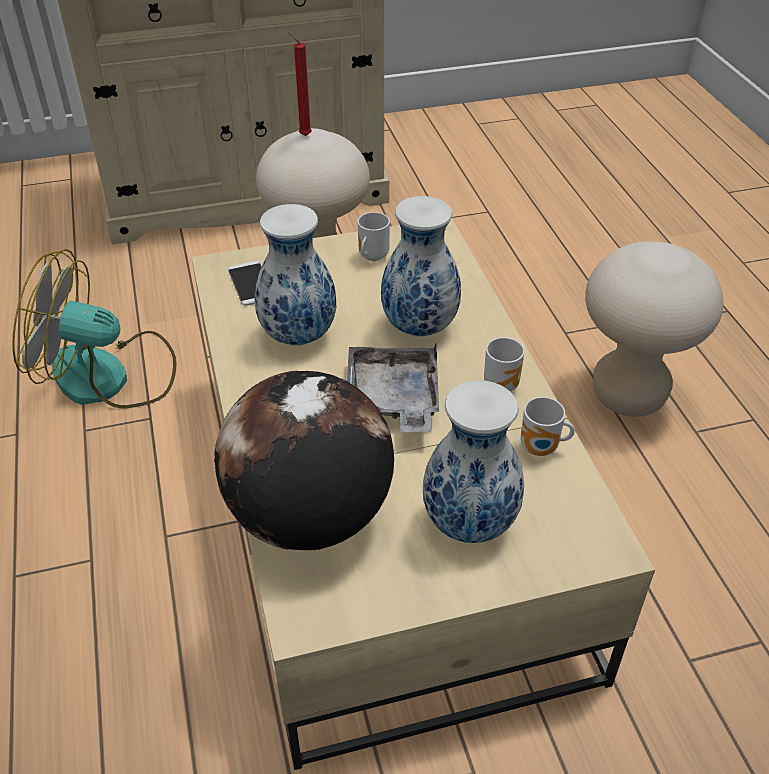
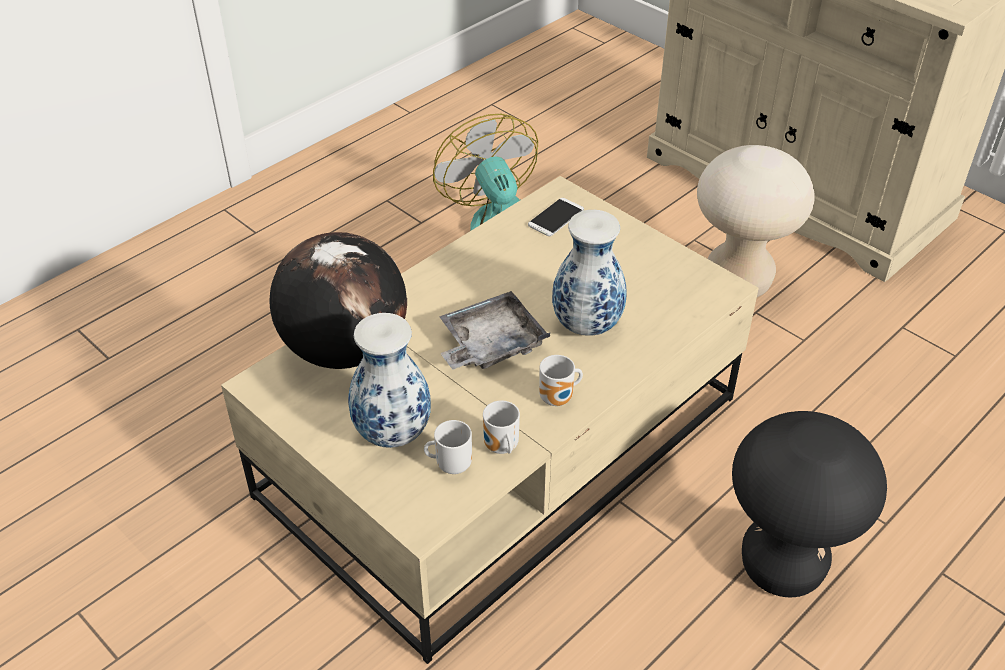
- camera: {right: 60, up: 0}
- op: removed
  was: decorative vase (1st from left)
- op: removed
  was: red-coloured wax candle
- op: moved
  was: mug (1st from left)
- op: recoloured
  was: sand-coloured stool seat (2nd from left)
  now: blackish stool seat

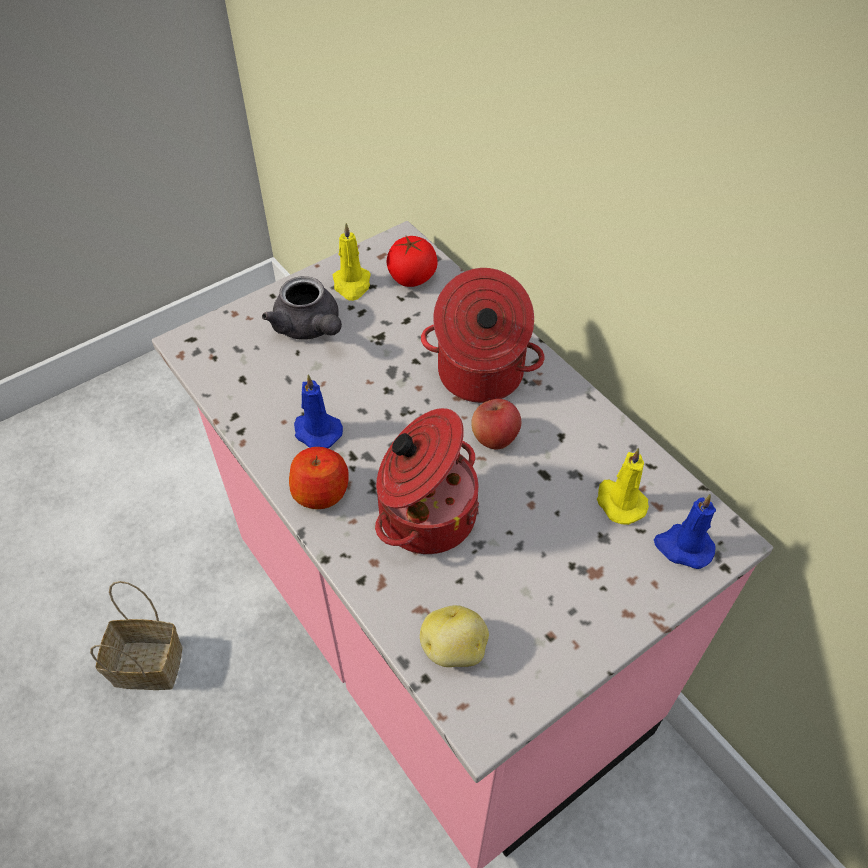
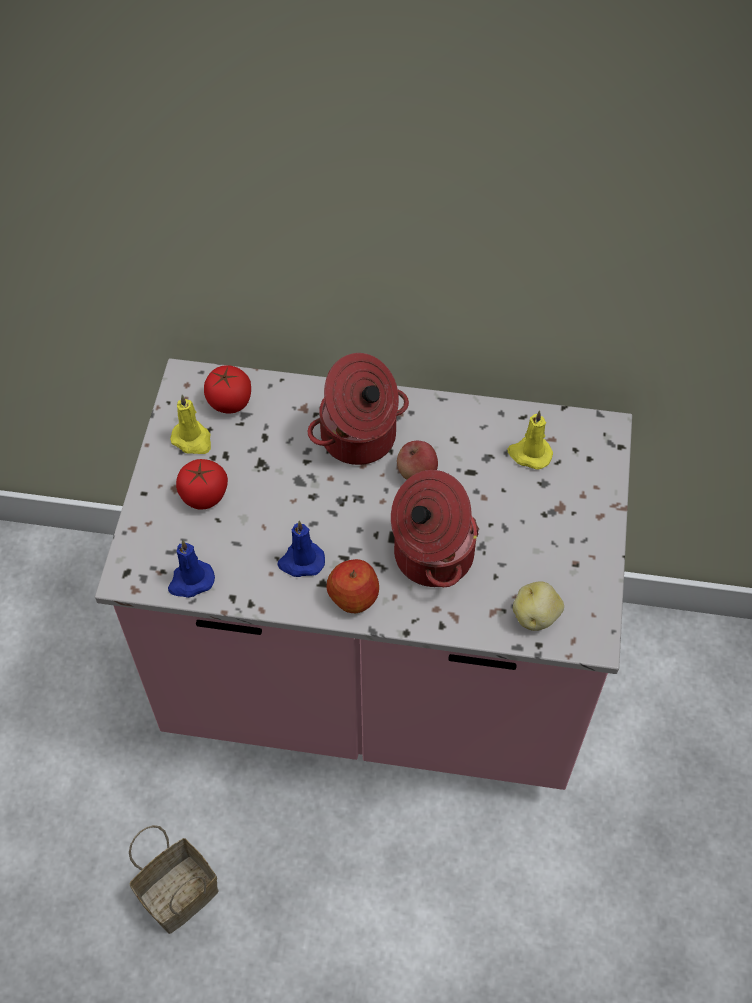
- camera: {right: -45, up: 5}
- op: moved
  was: bluish wax candle (2nd from left in the first image)
  now: bluish wax candle (1st from left)
- op: replaced
  was: greyish pot for tea
  now: whole tomato (1st from left)

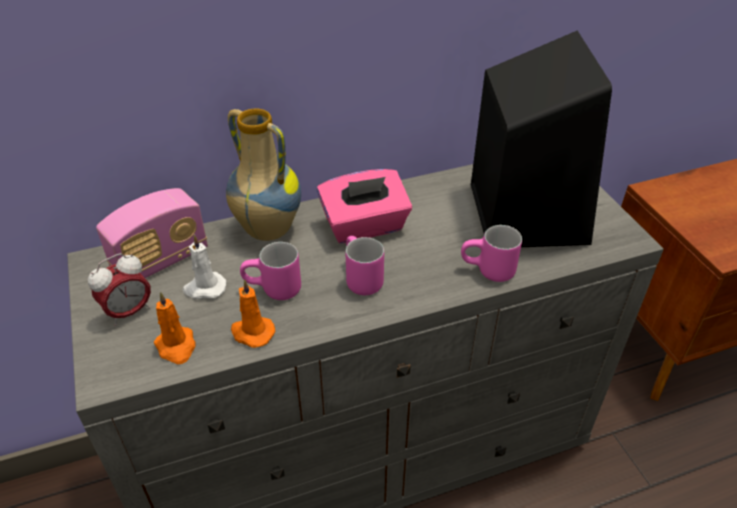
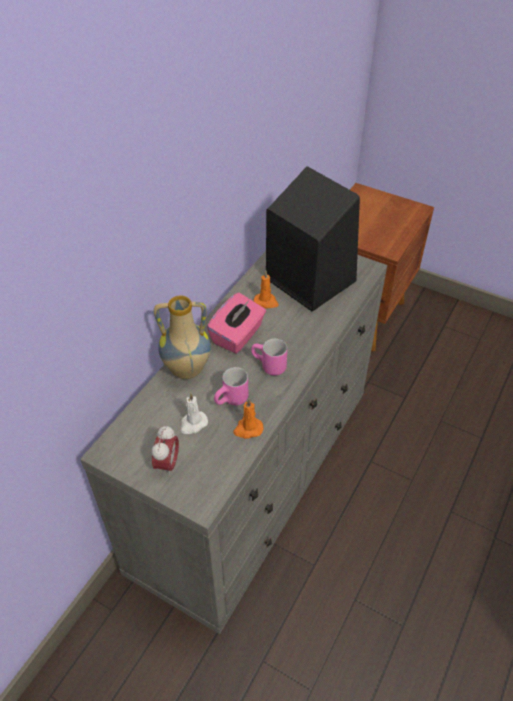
- camera: {right: -40, up: 5}
- op: removed
  was: radio receiver
- op: removed
  was: pink-coloured mug (3rd from left)
- op: moved
  was: orangey wax candle (1st from left in the first image)
  now: orangey wax candle (2nd from left)

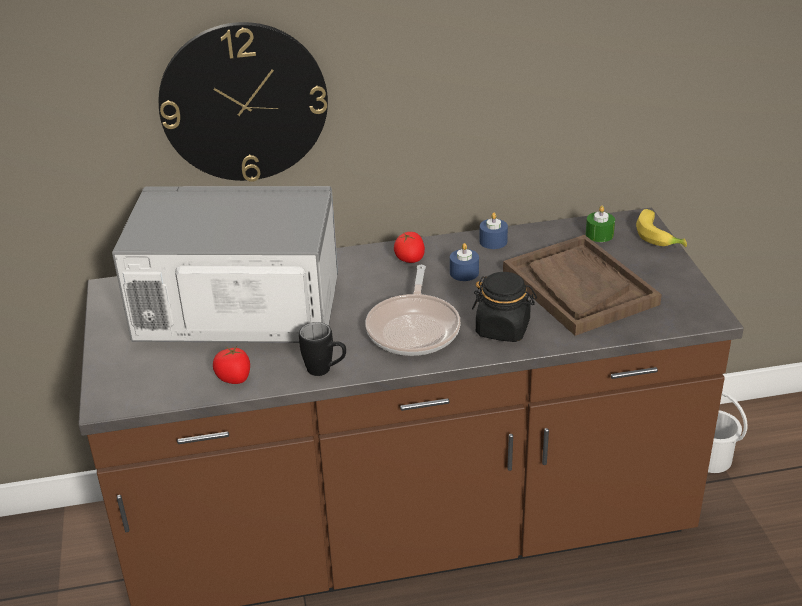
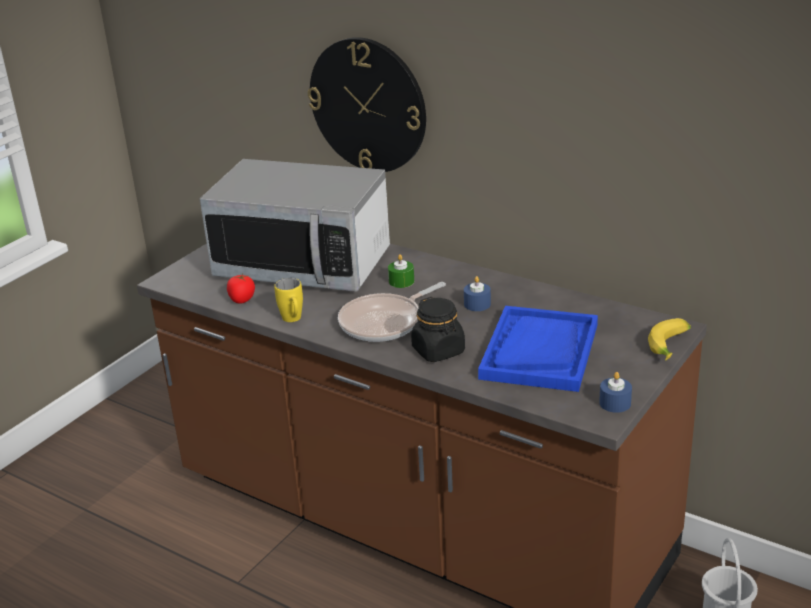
- camera: {right: 45, up: -5}
- op: removed
  was: whole tomato (2nd from left)
- op: moved
  was: bluish wax candle (2nd from left)
- op: moved
  was: green-coloured wax candle
- op: recoloured
  was: blackish mug
  now: yellow mug
- op: recoloured
  was: brown tray
  now: bluish tray
- op: turned
  was: microwave oven
  clockwise: 150

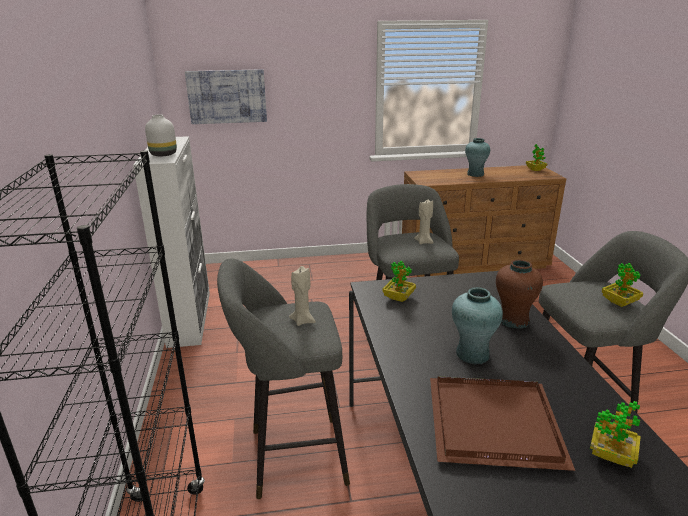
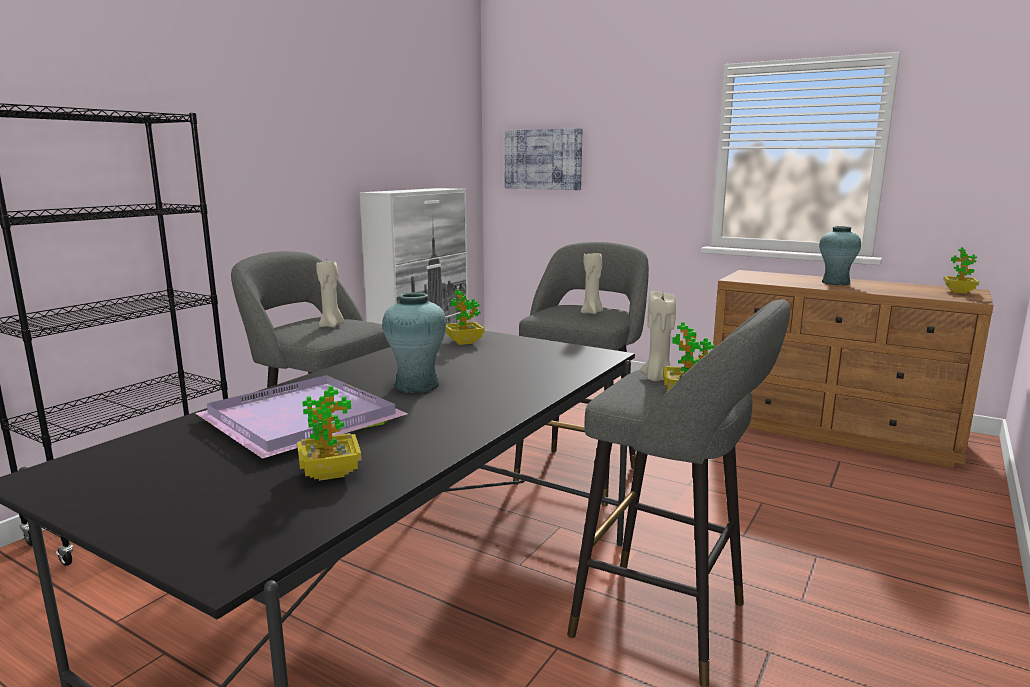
- camera: {right: 40, up: -10}
- op: removed
  was: whitish decorative vase
- op: removed
  was: brown decorative vase
- op: added
  now: sand-coloured wax candle (3rd from left)
- op: recoloured
  was: brown tray
  now: purple tray

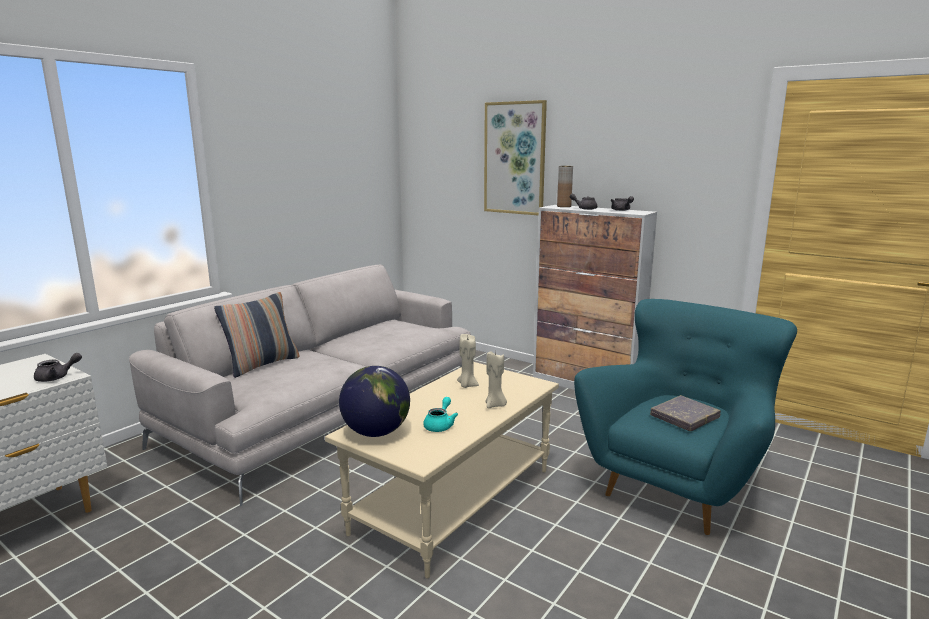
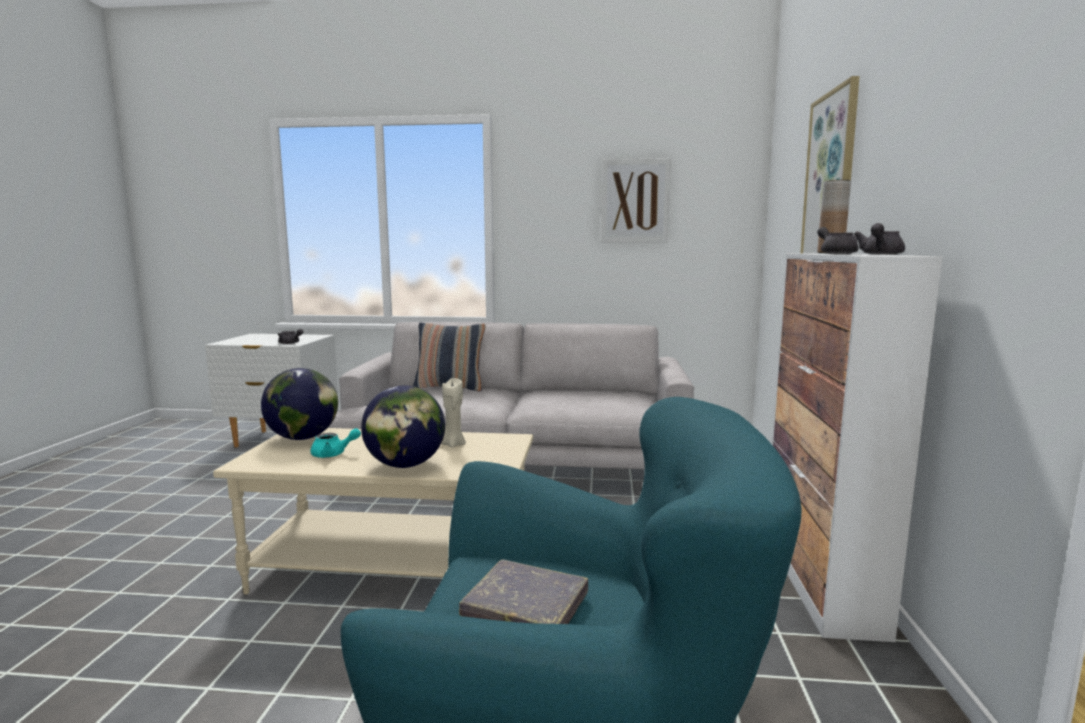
- camera: {right: 60, up: -5}
- op: added
  now: wall picture (1st from left)
- op: replaced
  was: sand-coloured wax candle (2nd from left)
  now: globe (2nd from left)

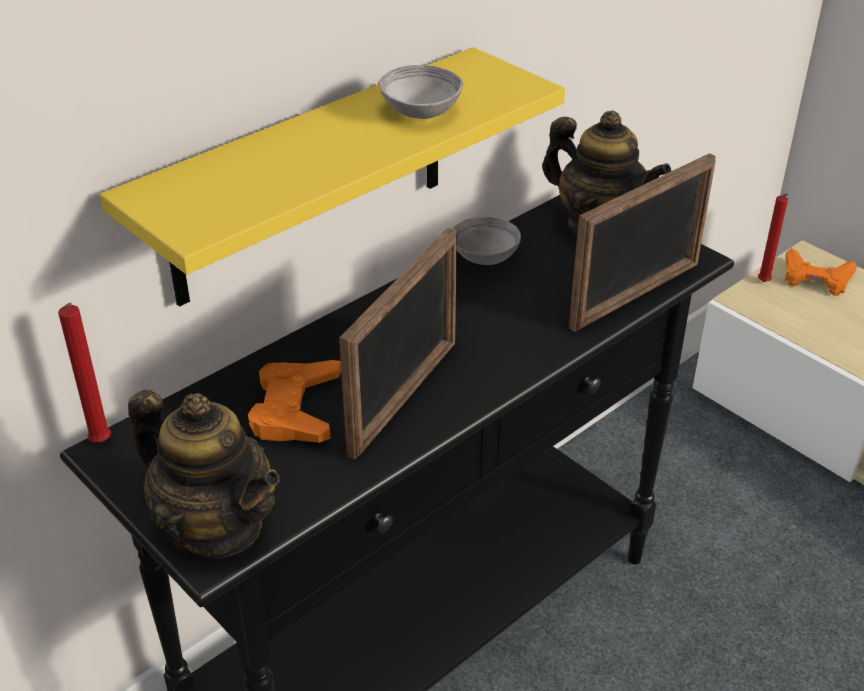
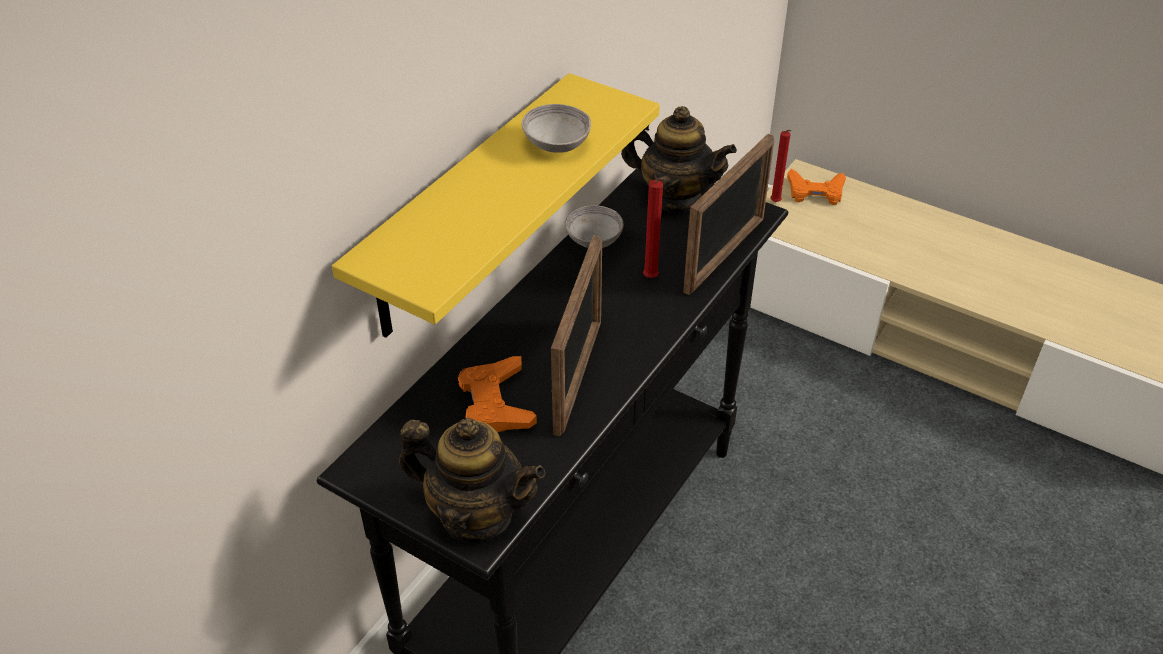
- camera: {right: -15, up: 5}
- op: moved
  was: red-coloured wax candle (1st from left)

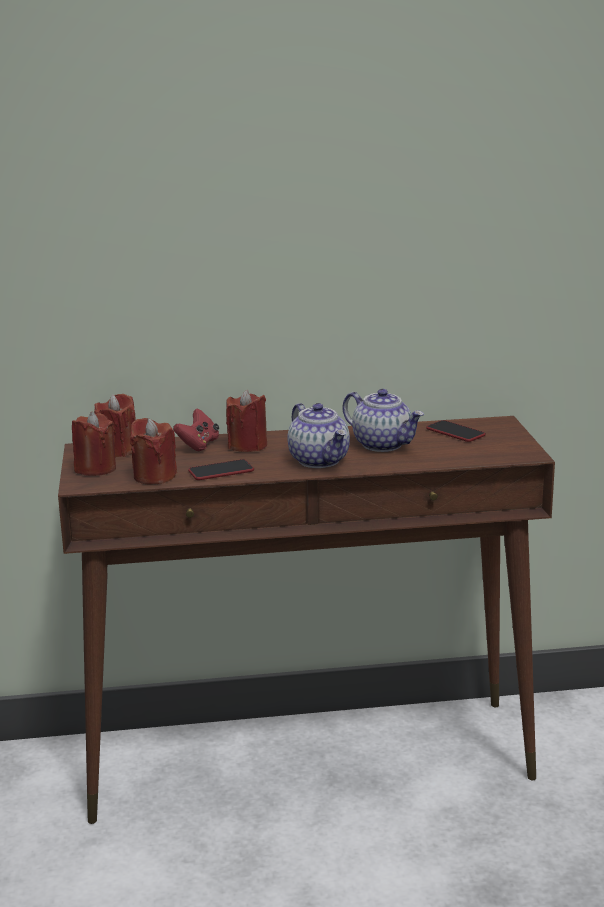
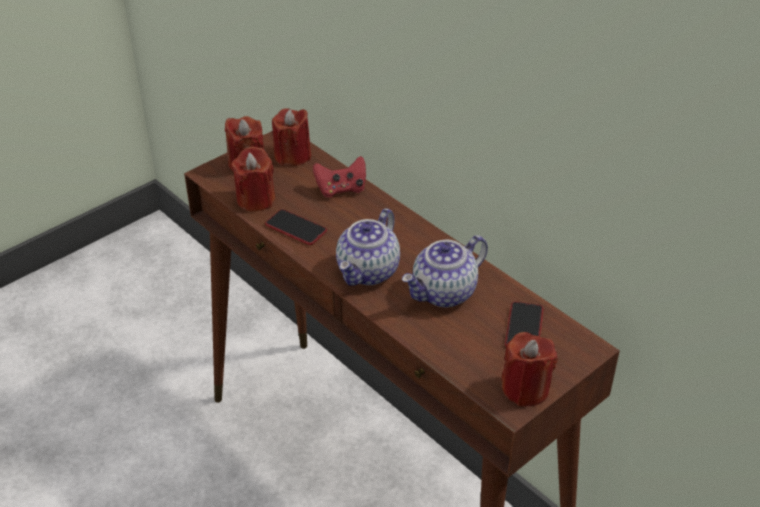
- camera: {right: 55, up: 20}
- op: moved
  was: red-coloured wax candle (4th from left)
- op: turned
  was: pot for tea (2nd from left)
  clockwise: 45

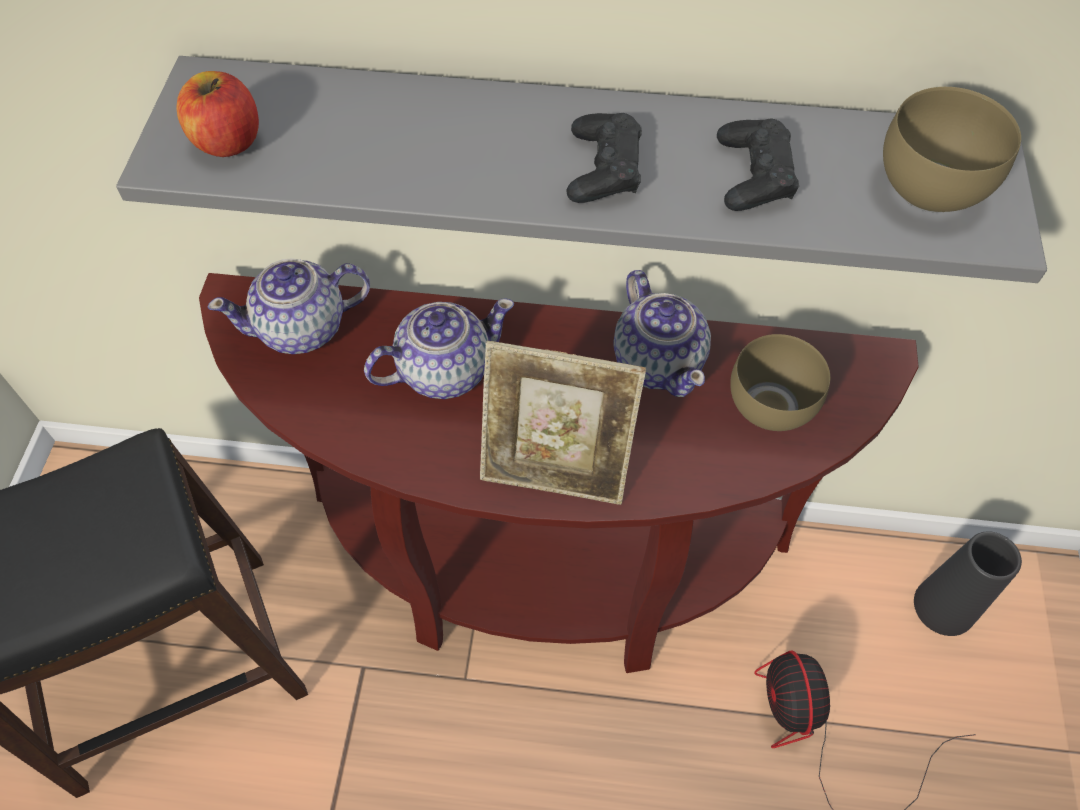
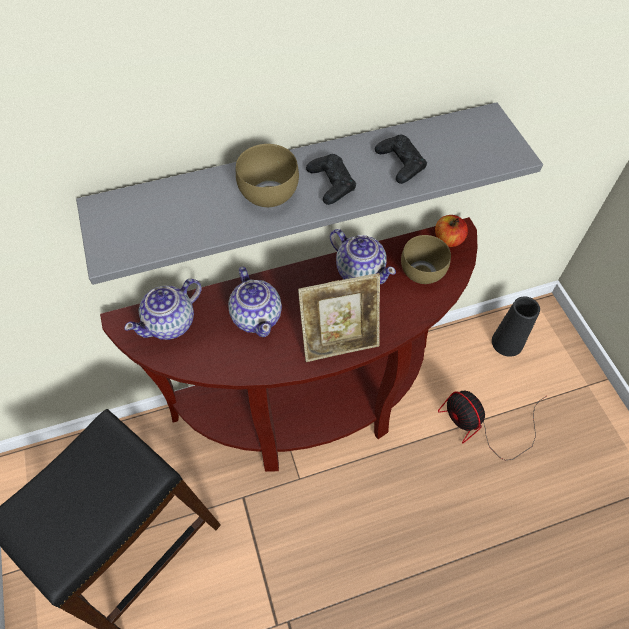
- camera: {right: -25, up: 0}
- op: moved
  was: apple
- op: moved
  was: brown deep dish (2nd from left in the first image)
  now: brown deep dish (1st from left)
- op: turned
  was: pot for tea (2nd from left)
  clockwise: 120

